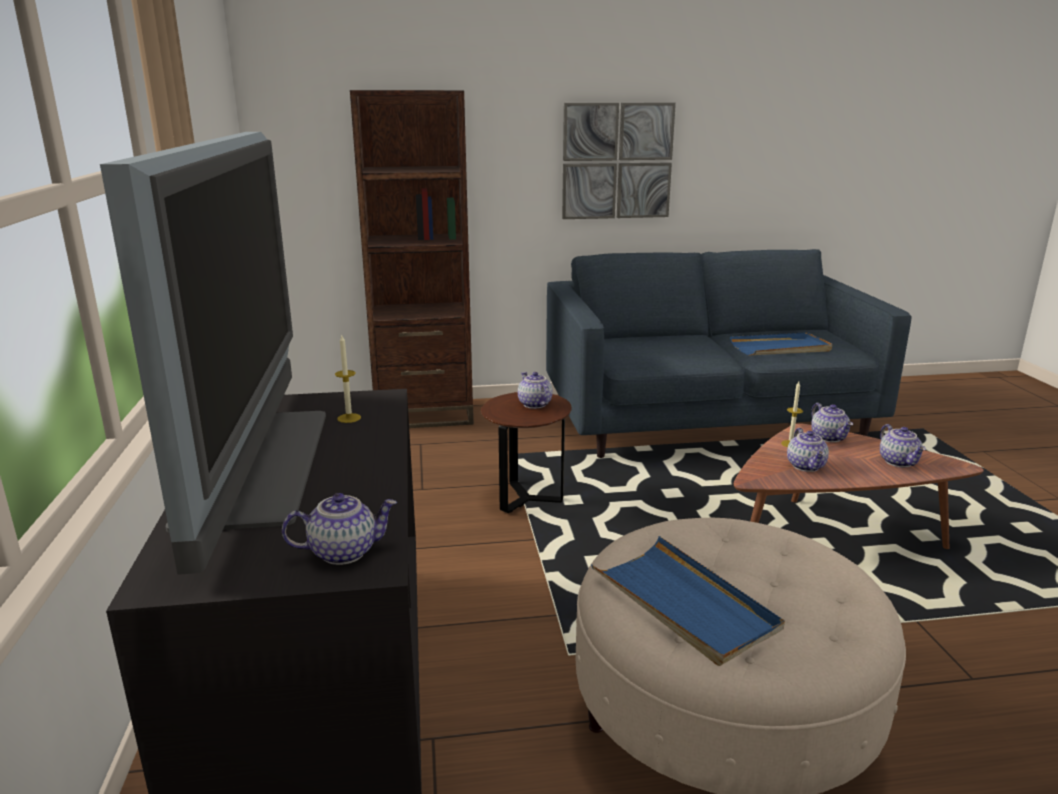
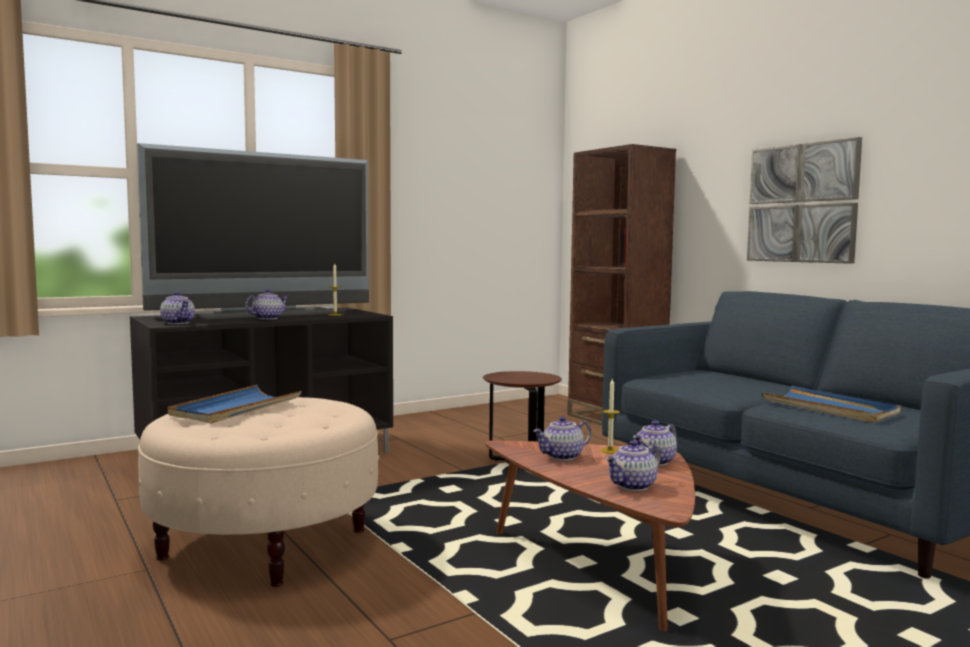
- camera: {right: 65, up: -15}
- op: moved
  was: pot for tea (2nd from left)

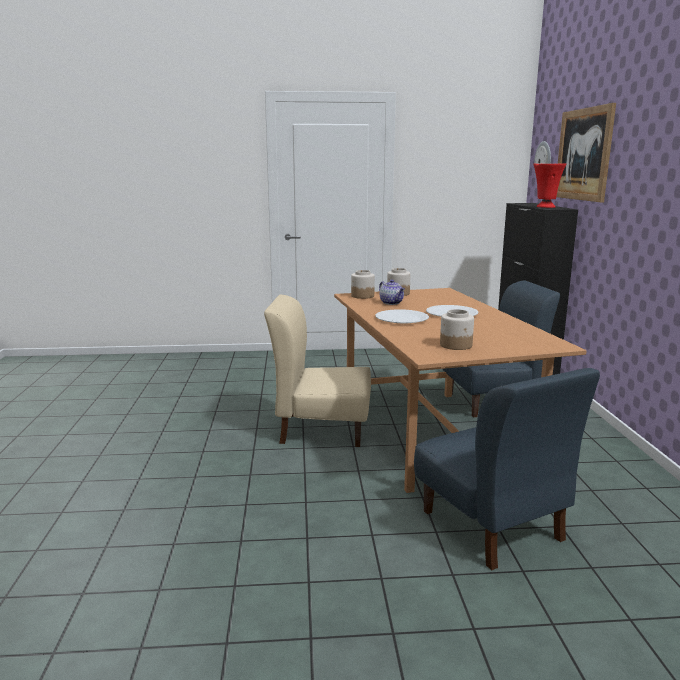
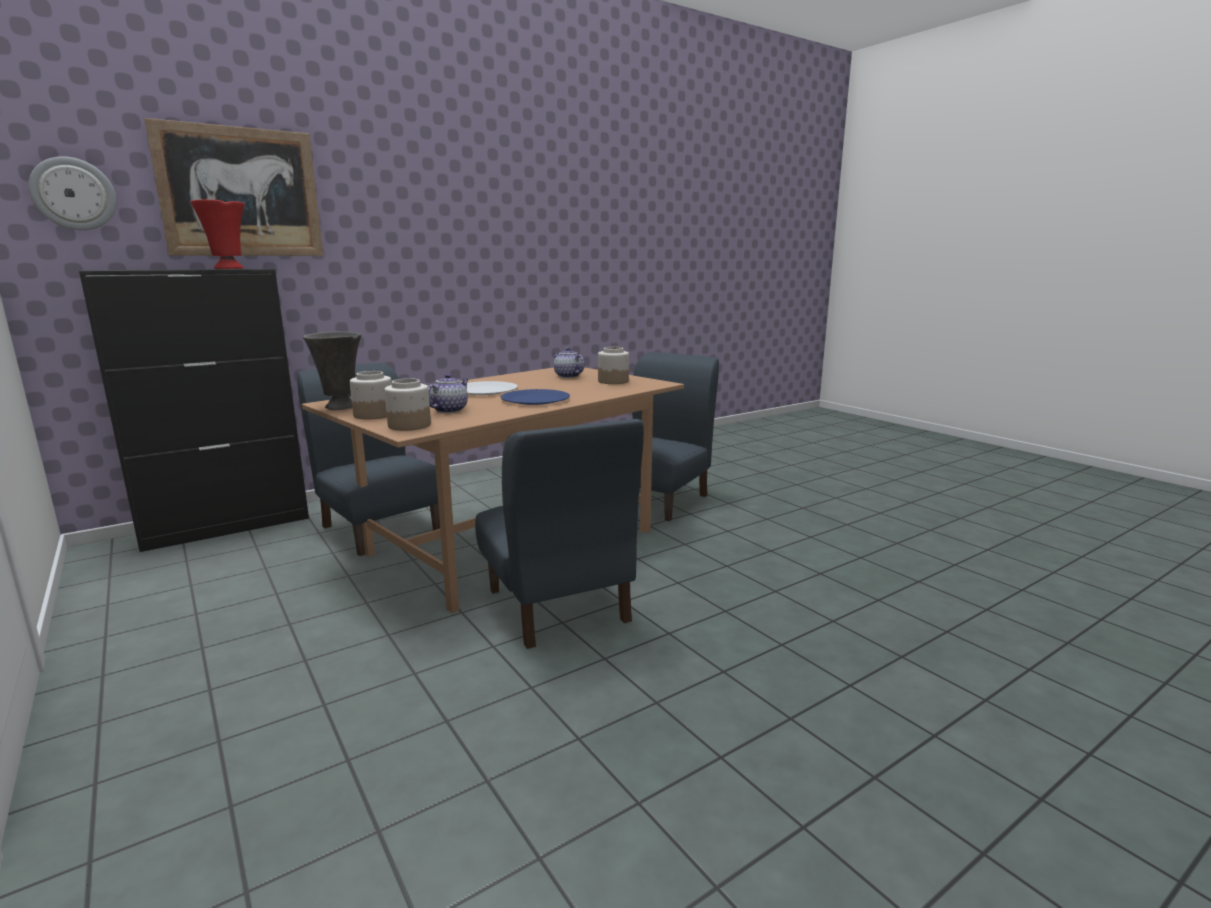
- camera: {right: -120, up: 0}
- op: added
  now: greyish decorative vase
- op: added
  now: pot for tea (2nd from left)
- op: recoloured
  was: sand-coloured upright chair
  now: bluish upright chair (2nd from left)
- op: recoloured
  was: whitish flat dish (1st from left)
  now: bluish flat dish

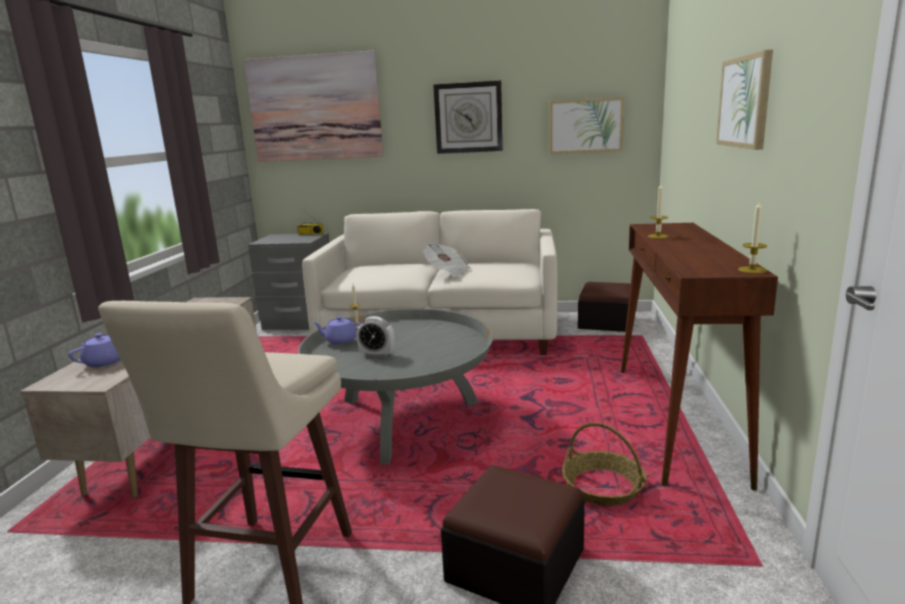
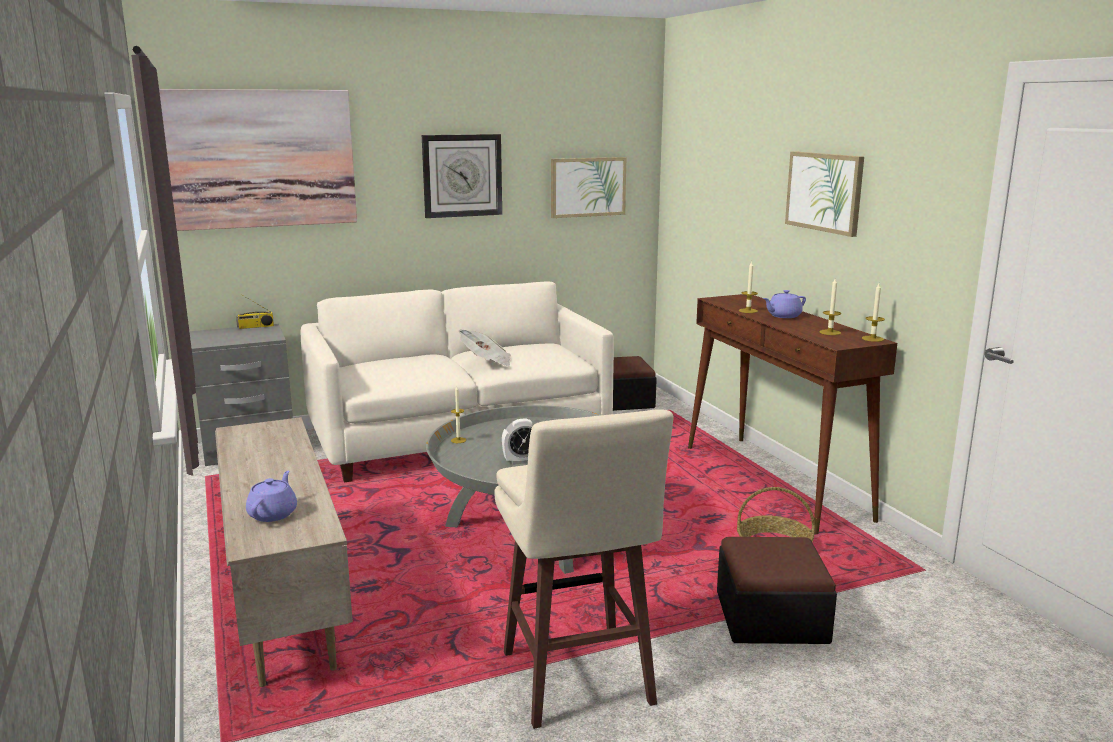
- camera: {right: -30, up: 0}
- op: added
  now: wax candle (3rd from left)
- op: moved
  was: purple pot for tea (2nd from left)

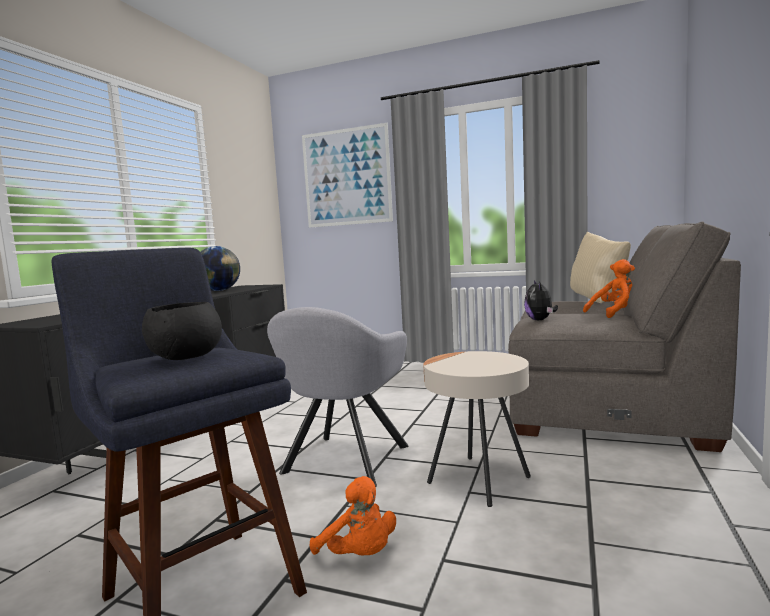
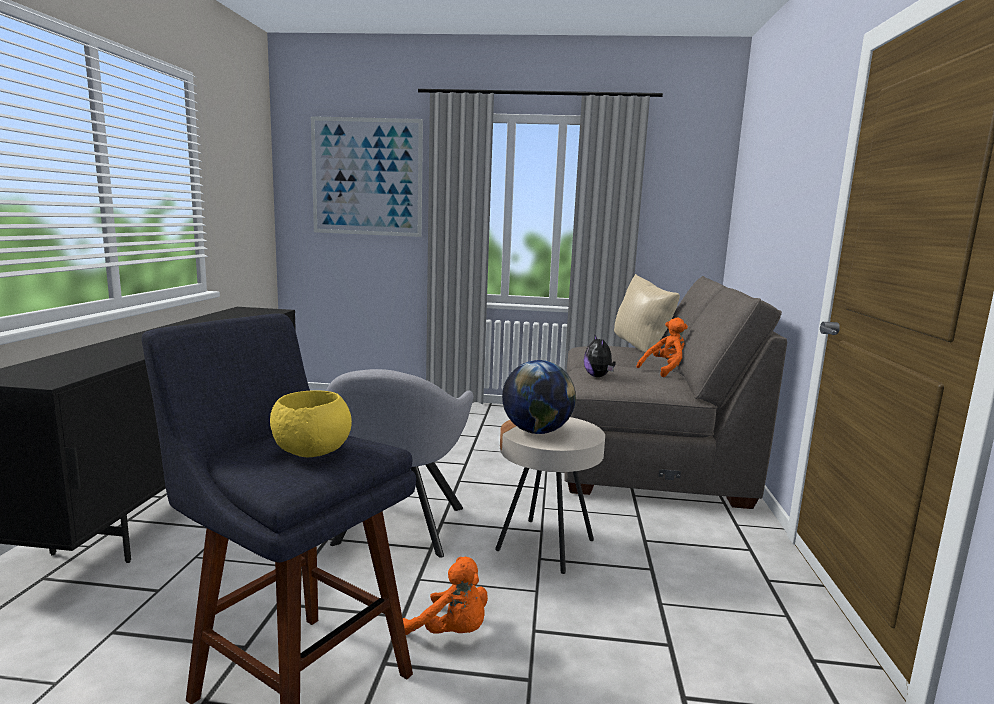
- camera: {right: -15, up: 5}
- op: moved
  was: globe
- op: recoloured
  was: blackish deep dish
  now: yellow deep dish

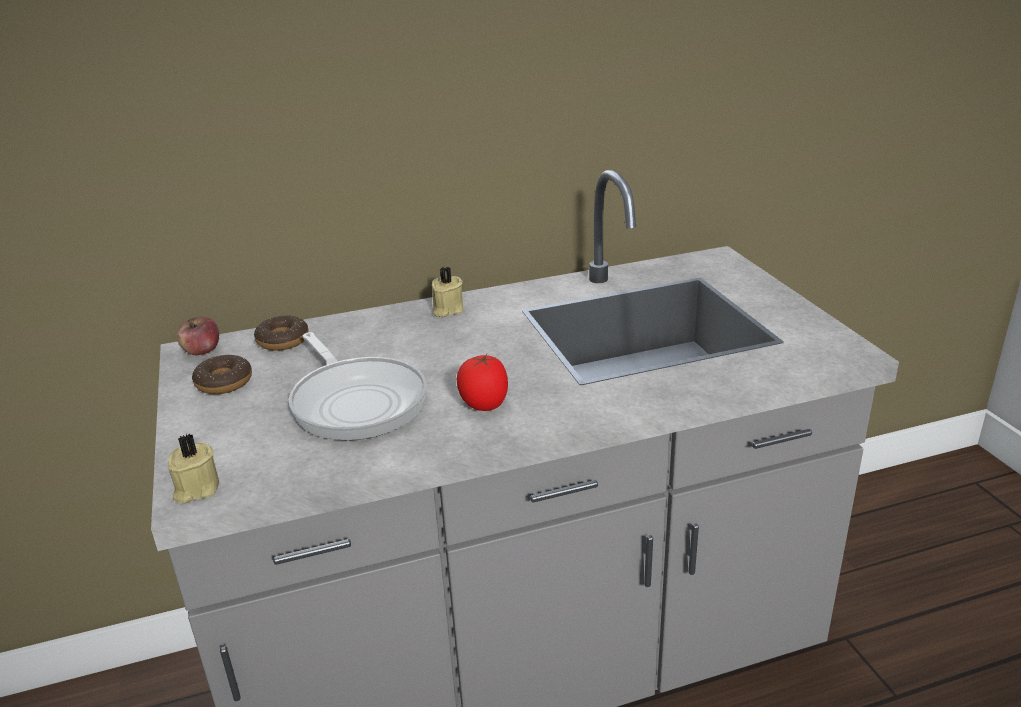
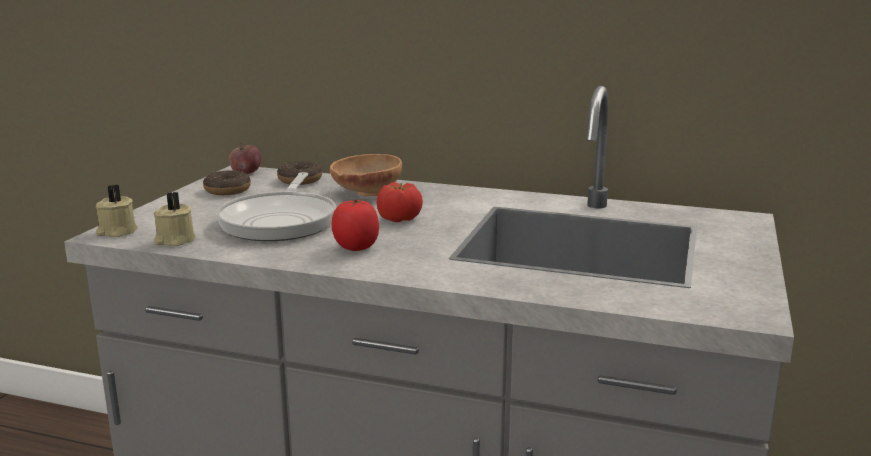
- camera: {right: 35, up: -10}
- op: added
  now: brown deep dish
- op: added
  now: whole tomato (2nd from left)
- op: moved
  was: sand-coloured wax candle (2nd from left)

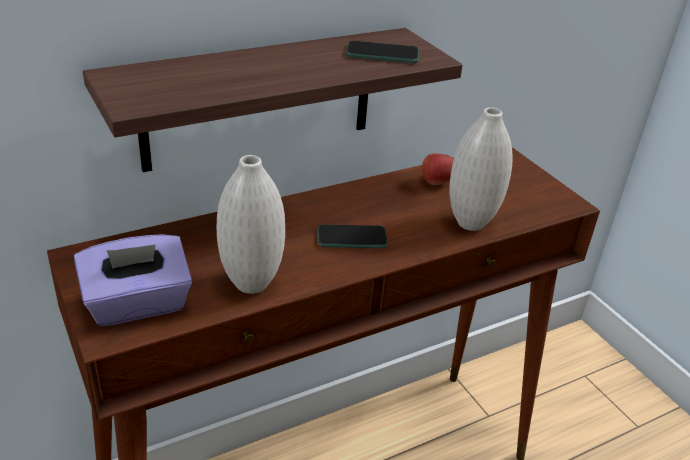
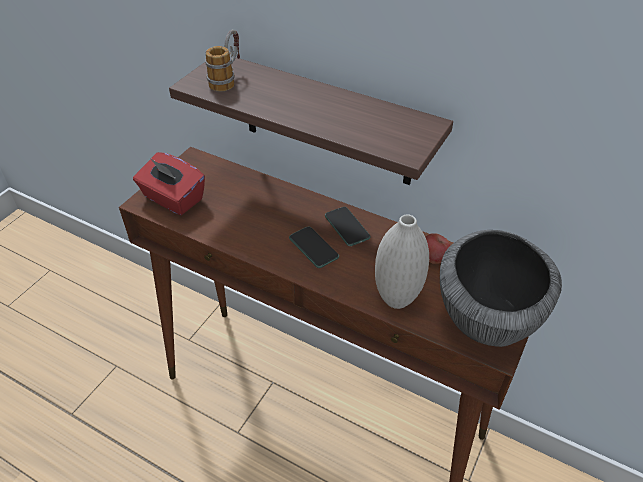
- camera: {right: 60, up: 10}
- op: removed
  was: whitish decorative vase (1st from left)
- op: added
  now: mug
- op: added
  now: deep dish
- op: moved
  was: phone (2nd from left)
- op: recoloured
  was: purple box of tissues
  now: red-coloured box of tissues

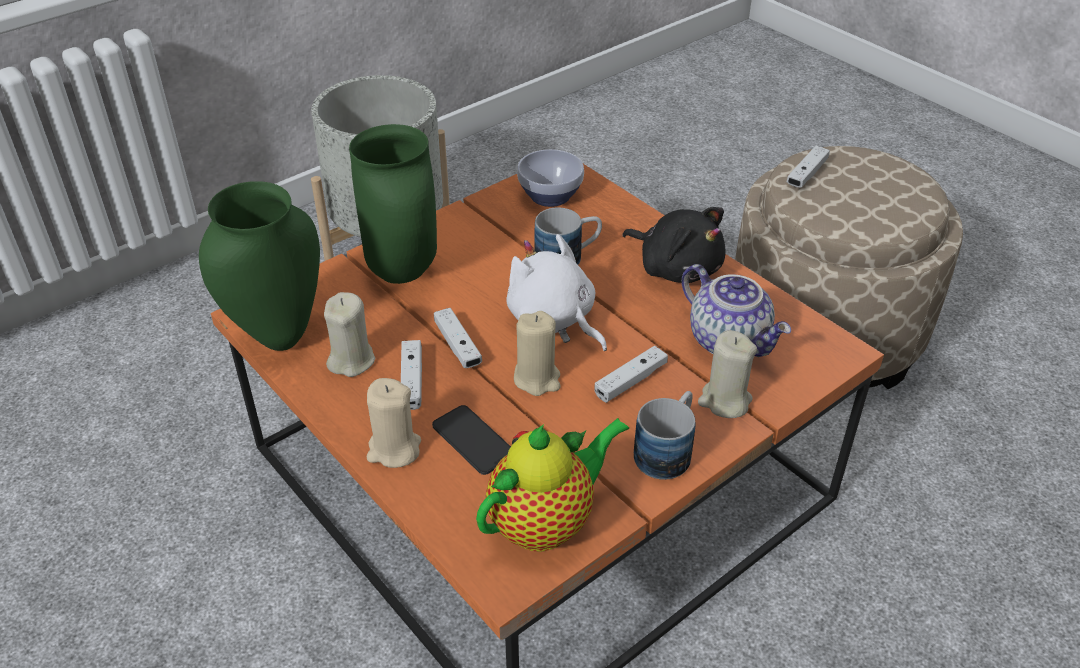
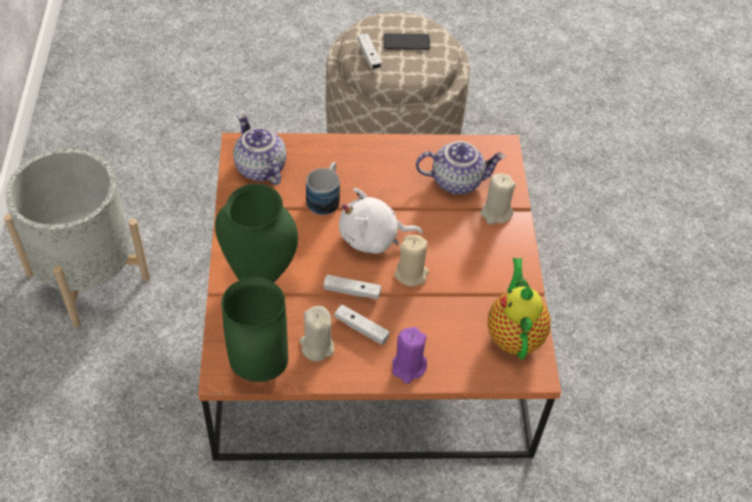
- camera: {right: -55, up: 10}
- op: removed
  was: whitish gamepad (3rd from left)
- op: removed
  was: blackish cuddly toy
- op: removed
  was: mug (2nd from left)
- op: moved
  was: phone
- op: replaced
  was: deep dish
  now: pot for tea (1st from left)
- op: recoloured
  was: sand-coloured wax candle (2nd from left)
  now: purple wax candle

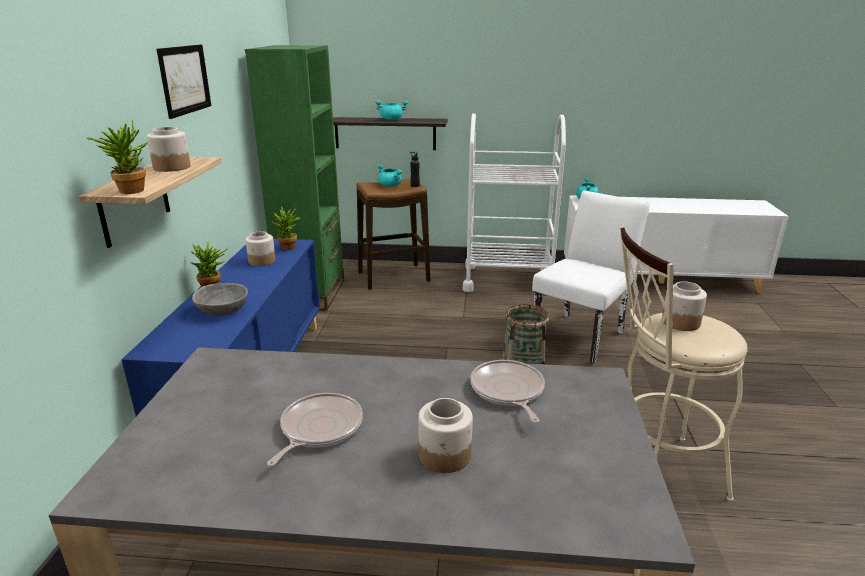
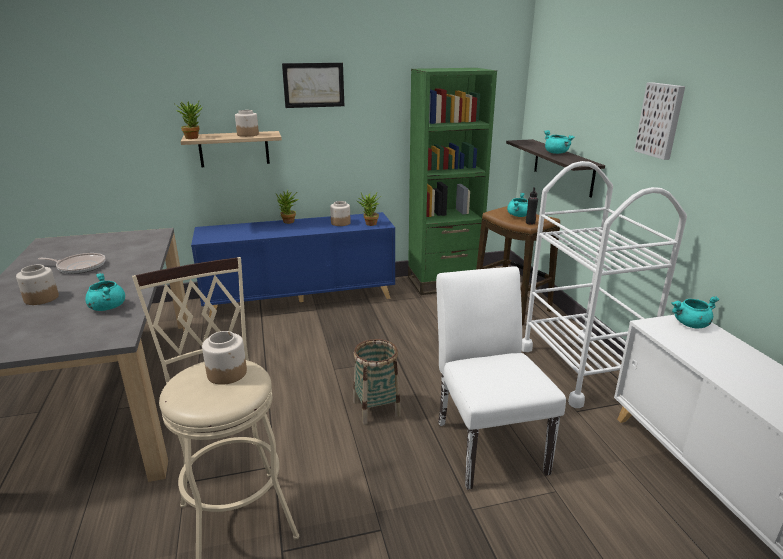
- camera: {right: 70, up: 0}
- op: removed
  was: greyish deep dish
- op: added
  now: wall picture (2nd from left)
- op: replaced
  was: skillet (2nd from left)
  now: turquoise stockpot (1st from left)
- op: turned
  was: whitish upright chair
  clockwise: -120

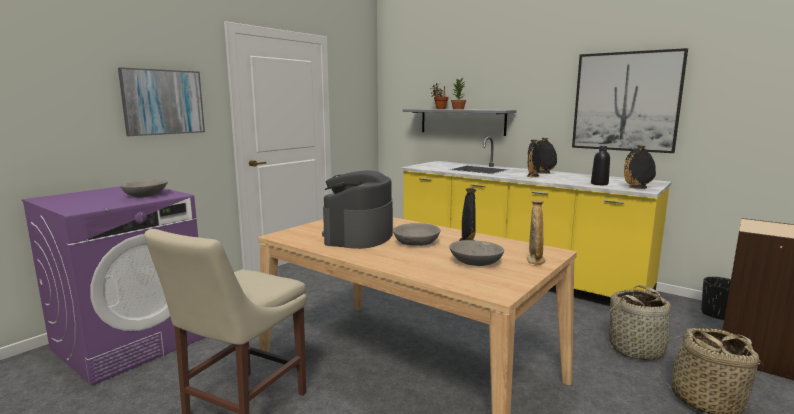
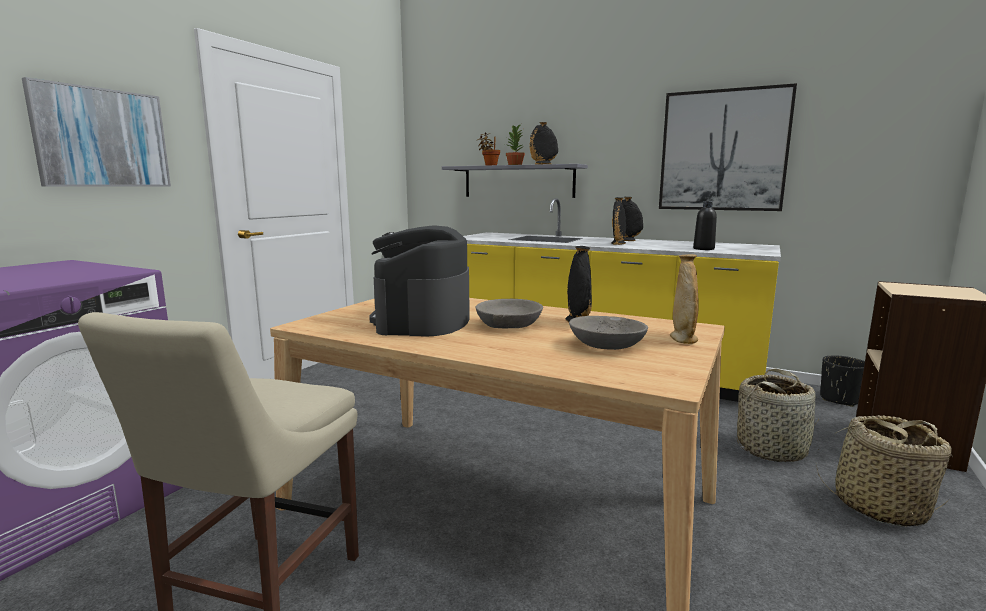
- camera: {right: -10, up: 0}
- op: removed
  was: greyish deep dish (1st from left)
- op: moved
  was: blackish decorative vase (4th from left in the first image)
  now: blackish decorative vase (1st from left)

